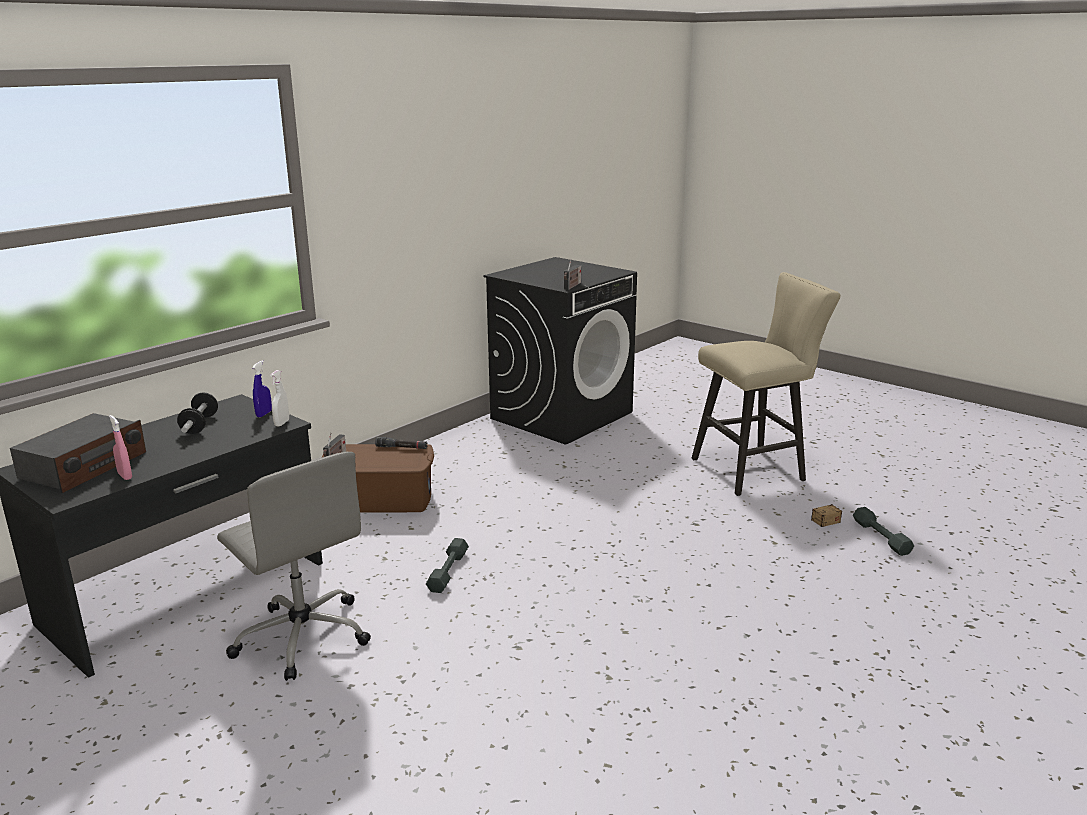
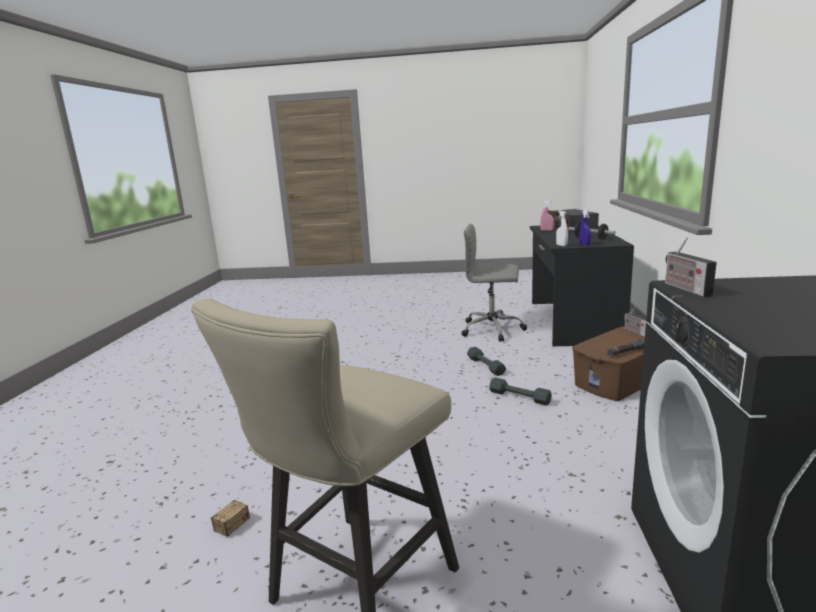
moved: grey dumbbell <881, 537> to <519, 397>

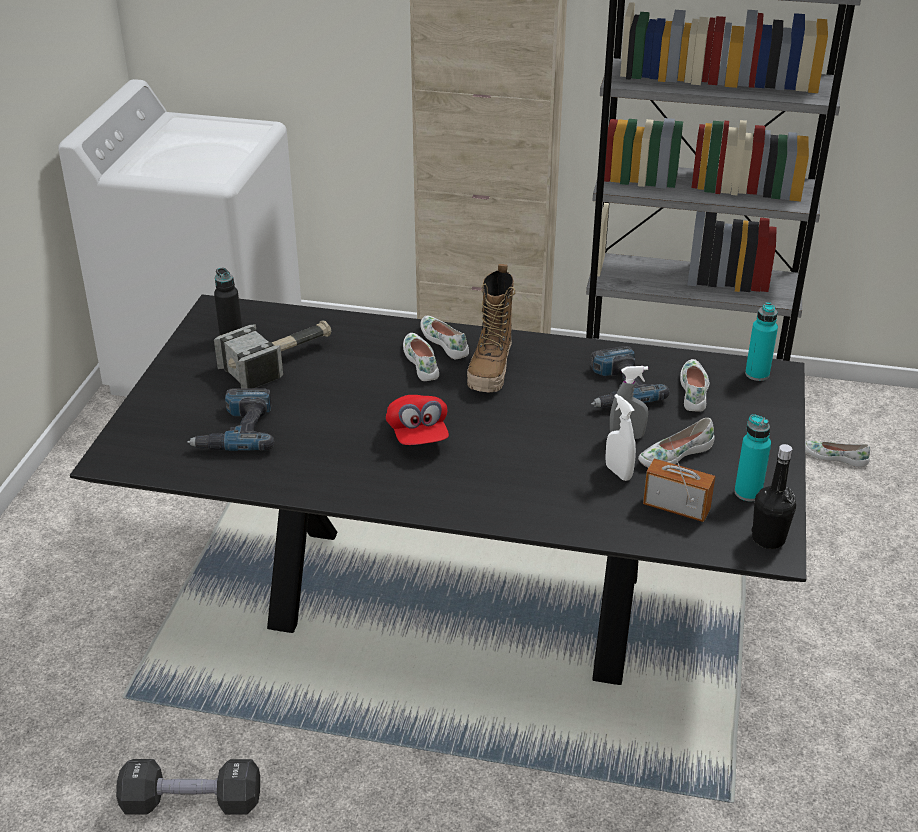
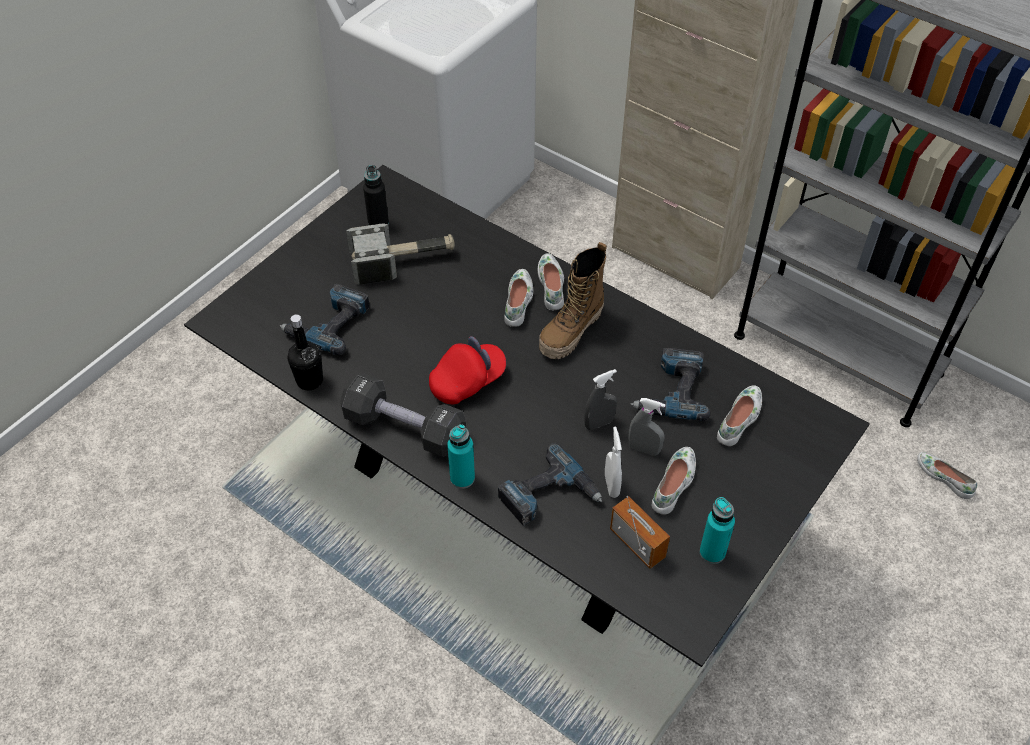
added: power drill <549, 496>; grey spray bottle <599, 423>
moved: black bottle <768, 539> to <309, 380>; black dumbbell <192, 802> to <404, 428>; turquoise bottle <757, 374> to <462, 478>
turned: red cap <418, 435> = <467, 381> 135 degrees counterclockwise; white shoe <674, 454> = <674, 484> 120 degrees clockwise

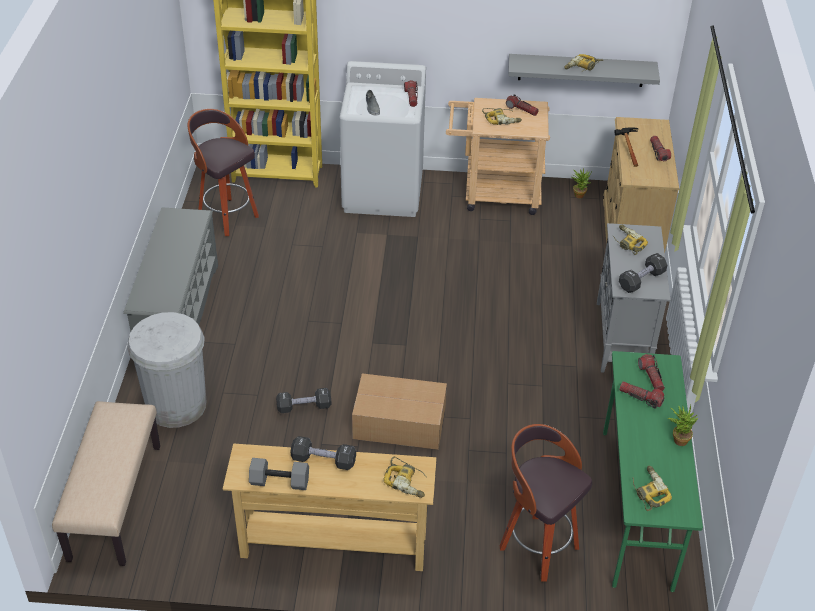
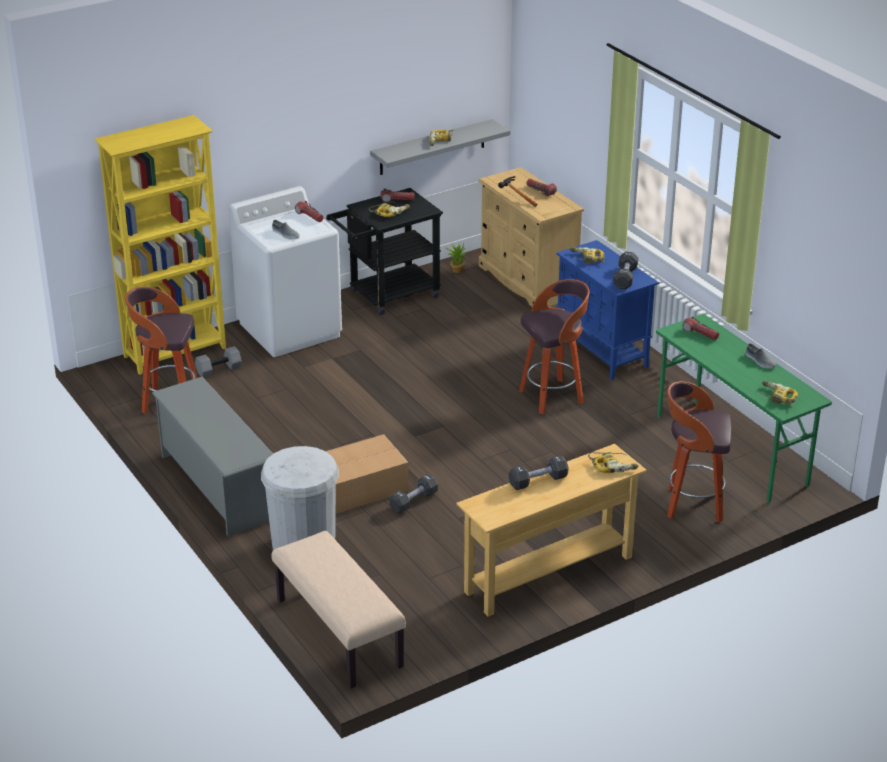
removed: flashlight <640, 398>
added: stool <552, 396>
moved: grey dumbbell <279, 482> to <218, 370>; cardboard box <398, 422> to <357, 488>
replaced: potted plant <678, 439> to grey shoe <760, 361>
recoloured: beige cart <494, 195> to black cart <387, 296>; grey cabinet <622, 339> to blue cabinet <602, 352>

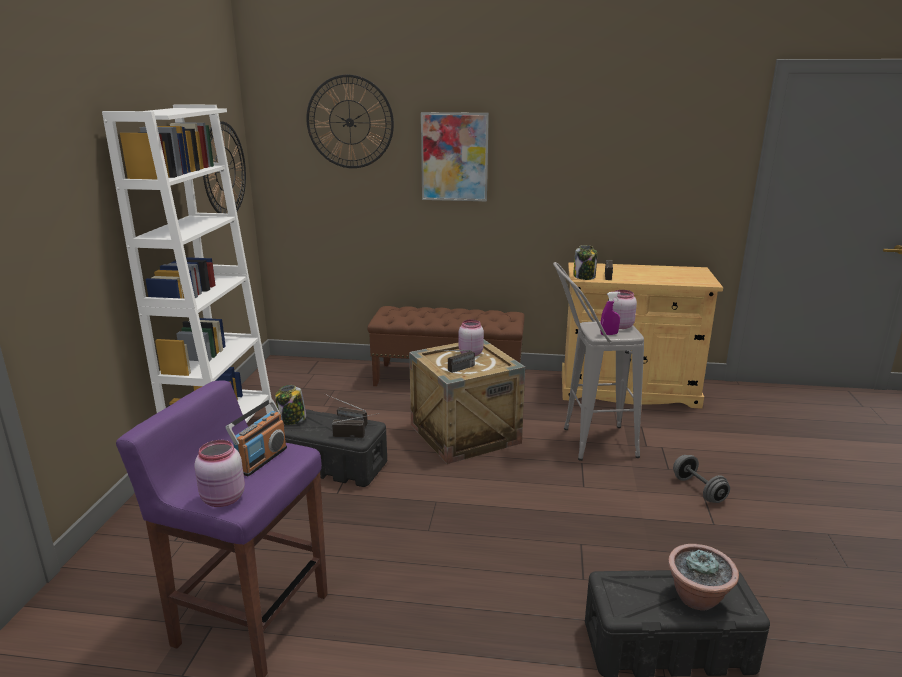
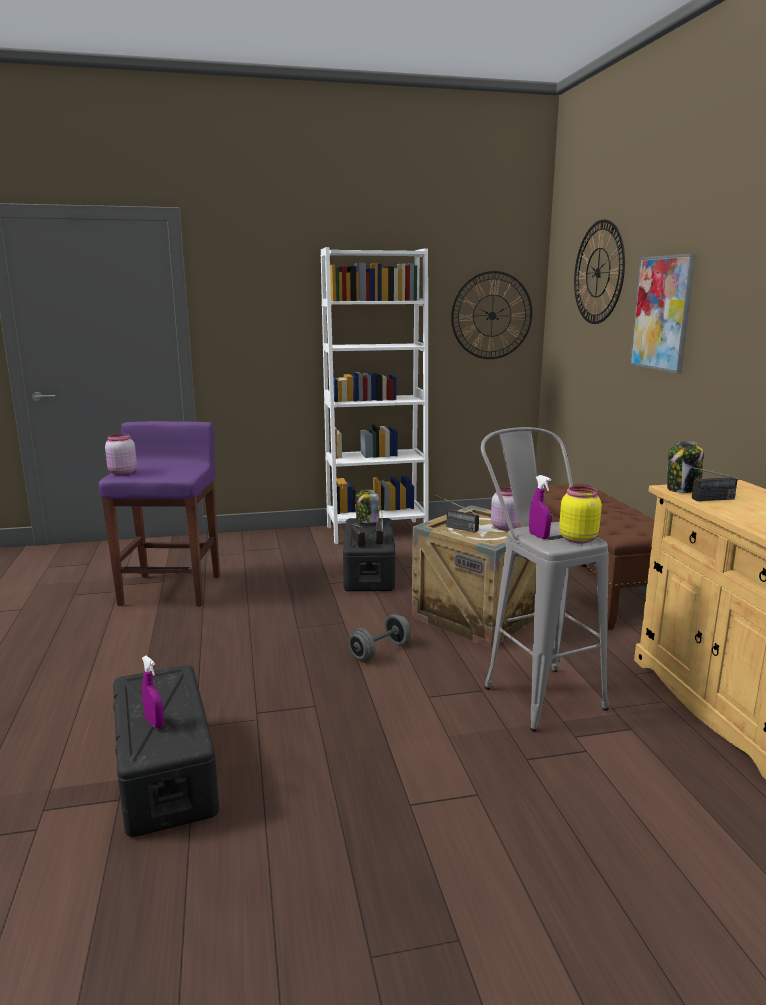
removed: radio <261, 460>
moved: grey dumbbell <698, 490> to <380, 651>
replaced: potted plant <697, 598> to purple spray bottle <154, 722>
recoloured: pink jar <619, 326> to yellow jar <578, 539>

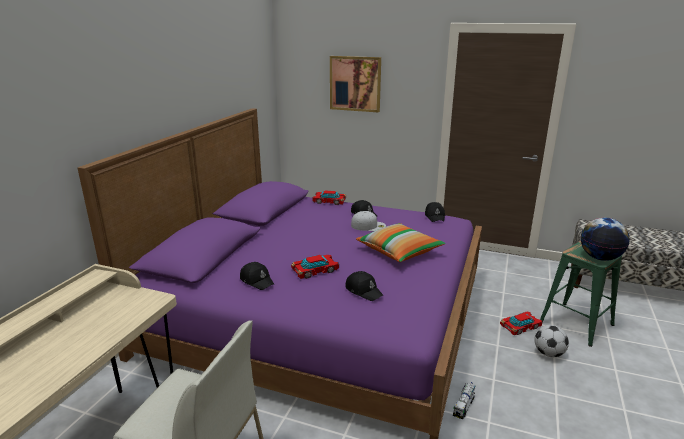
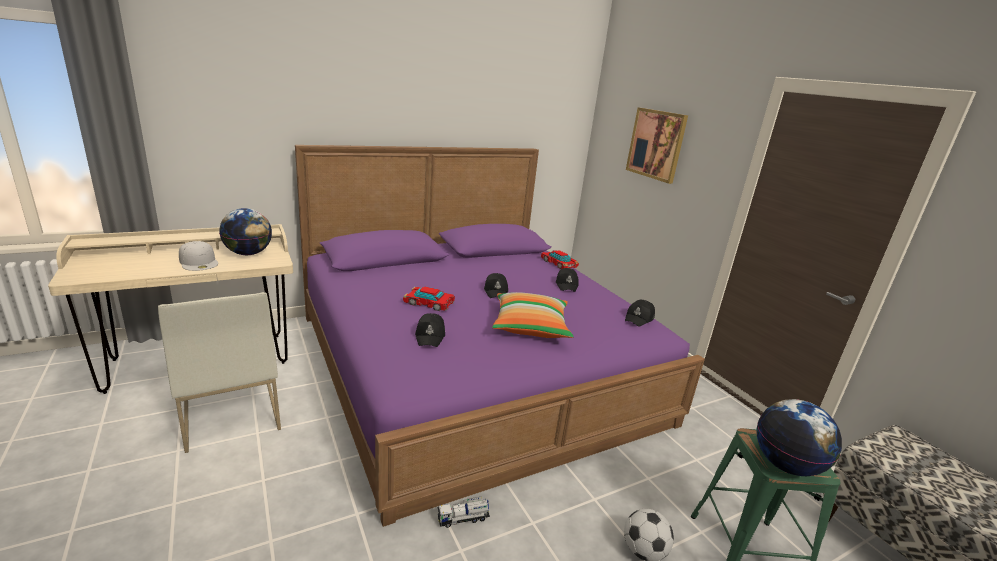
removed: toy car <521, 326>
added: globe <248, 253>
moved: white cap <368, 226> to <199, 262>; black cap <257, 280> to <496, 291>

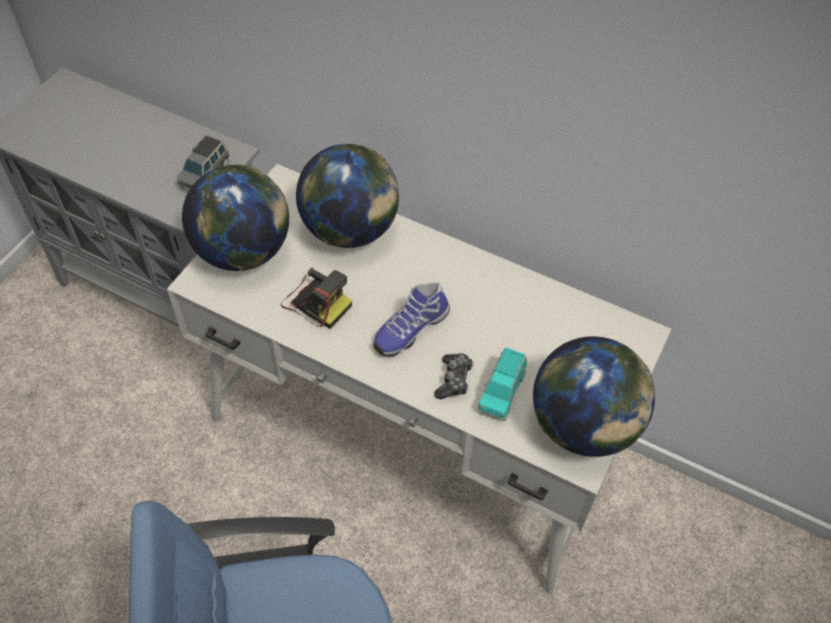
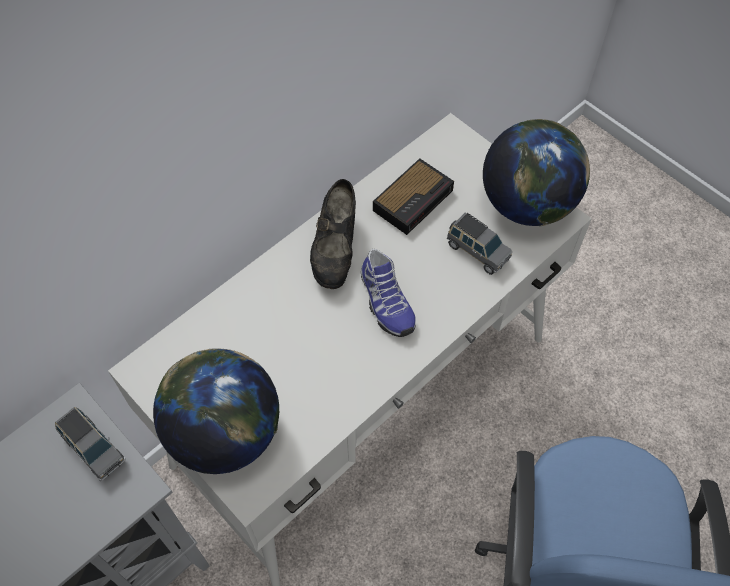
removed: photo camera <316, 301>; globe <350, 230>; game controller <454, 380>
added: black shoe <335, 250>; alarm clock <414, 199>
recoloured: turquoise toy car <501, 391> to grey toy car <477, 251>

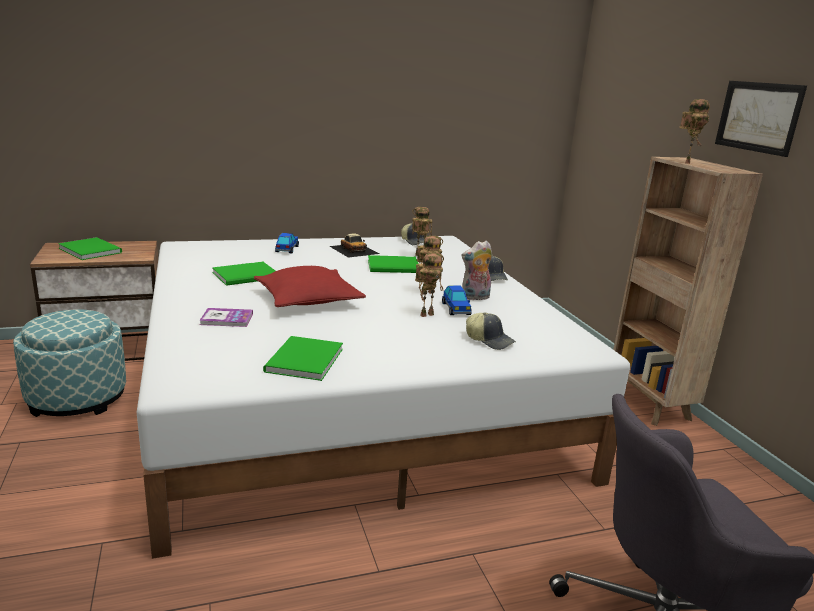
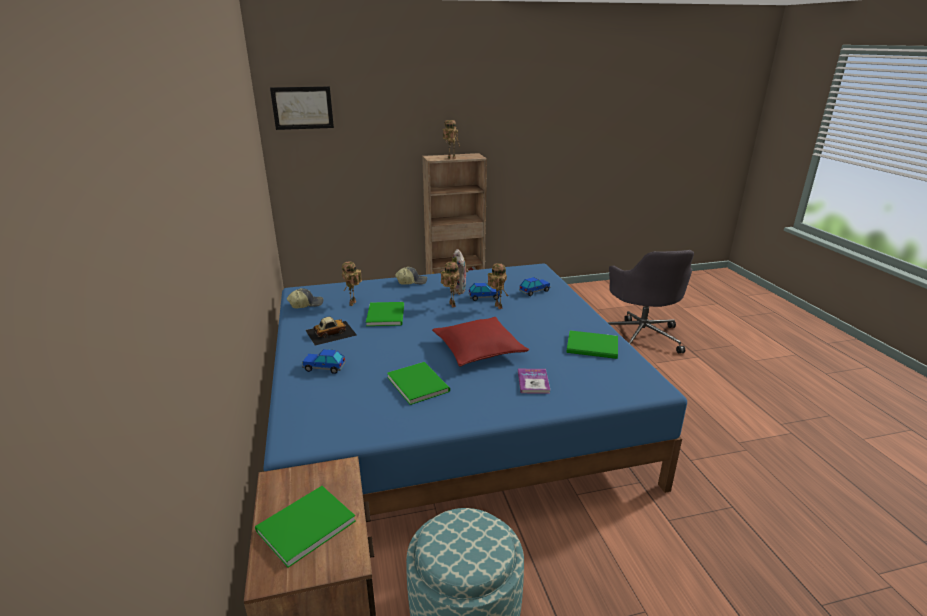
moved: picture <758, 117> to <302, 108>
replaced: cap <490, 340> to toy car <534, 291>
recoloured: white bed <350, 395> to blue bed <449, 414>

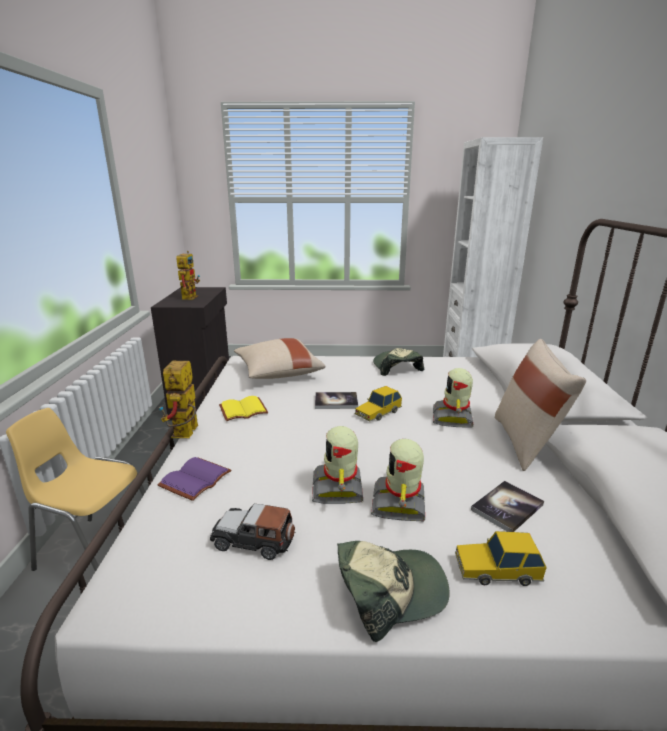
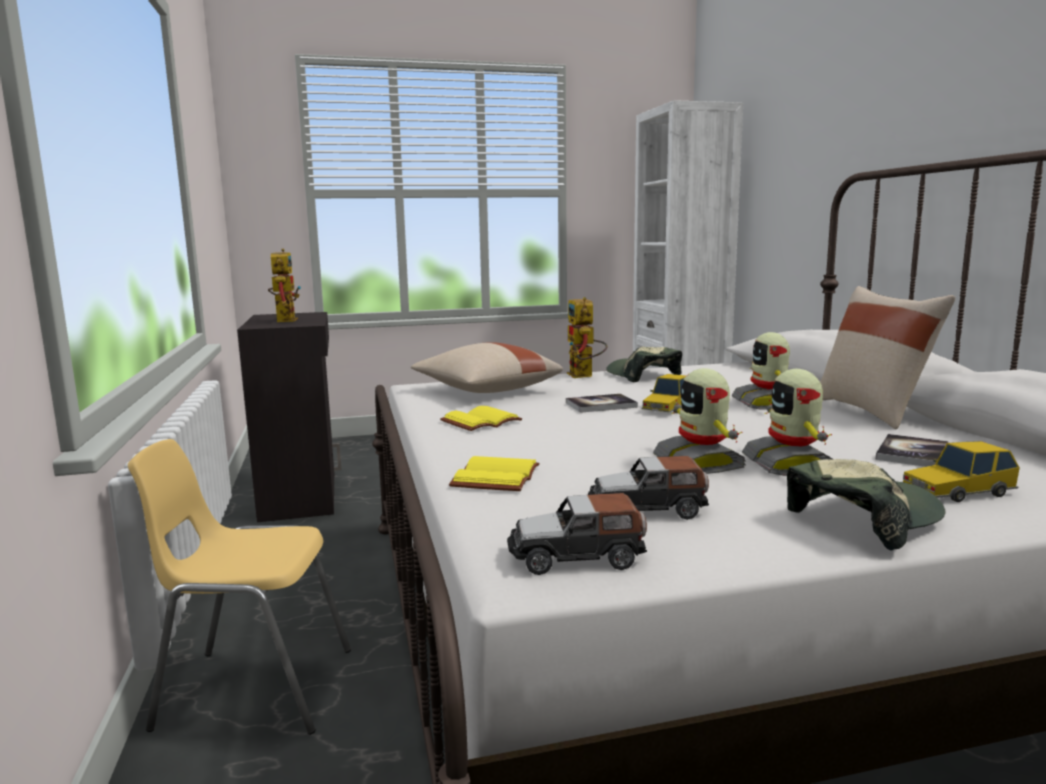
added: toy car <576, 556>
moved: toy robot <186, 435> to <584, 376>
recoloured: purple book <195, 478> to yellow book <494, 477>

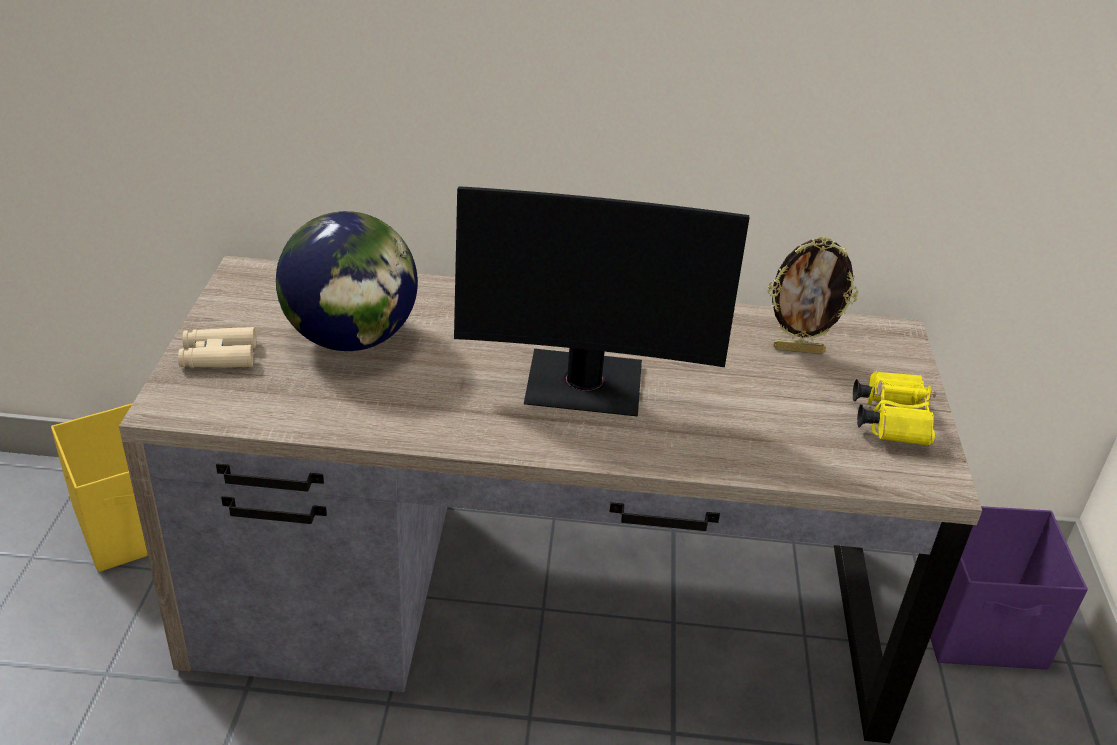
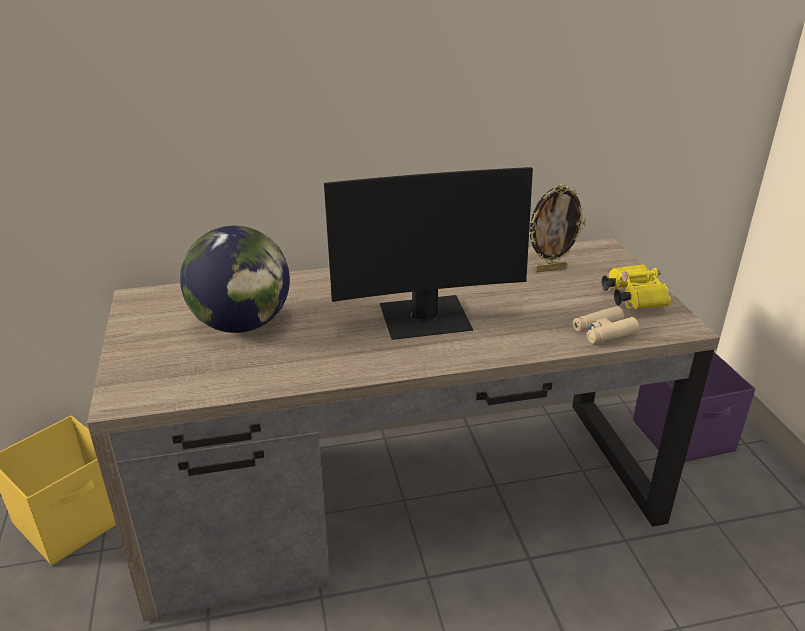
moved: beige binoculars <218, 356> to <604, 332>

